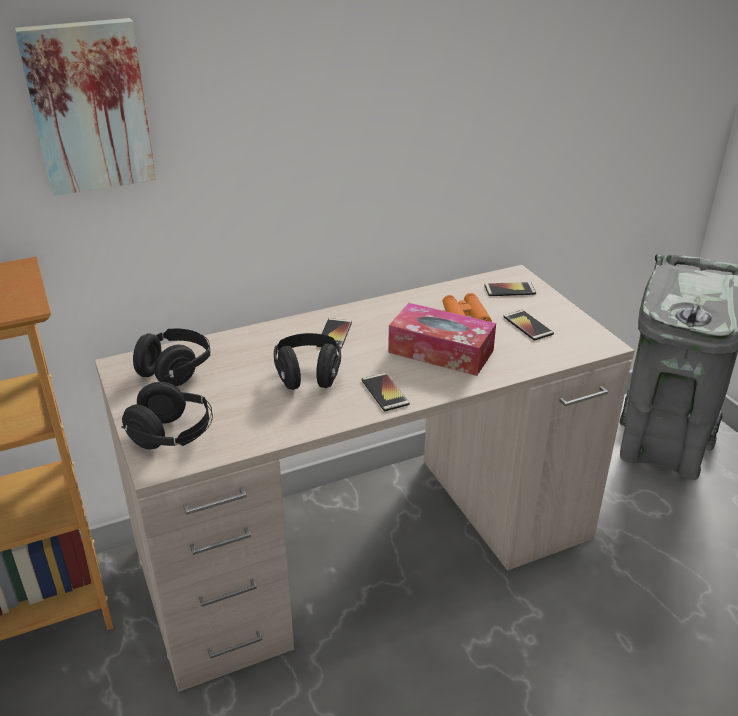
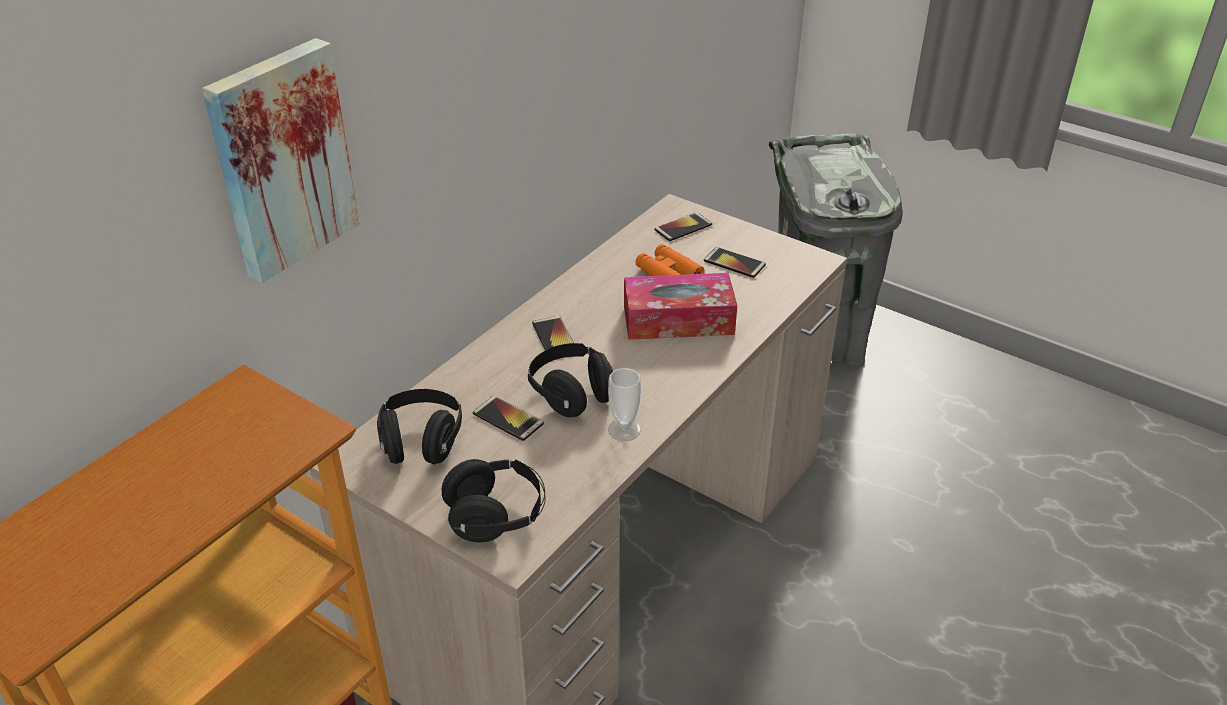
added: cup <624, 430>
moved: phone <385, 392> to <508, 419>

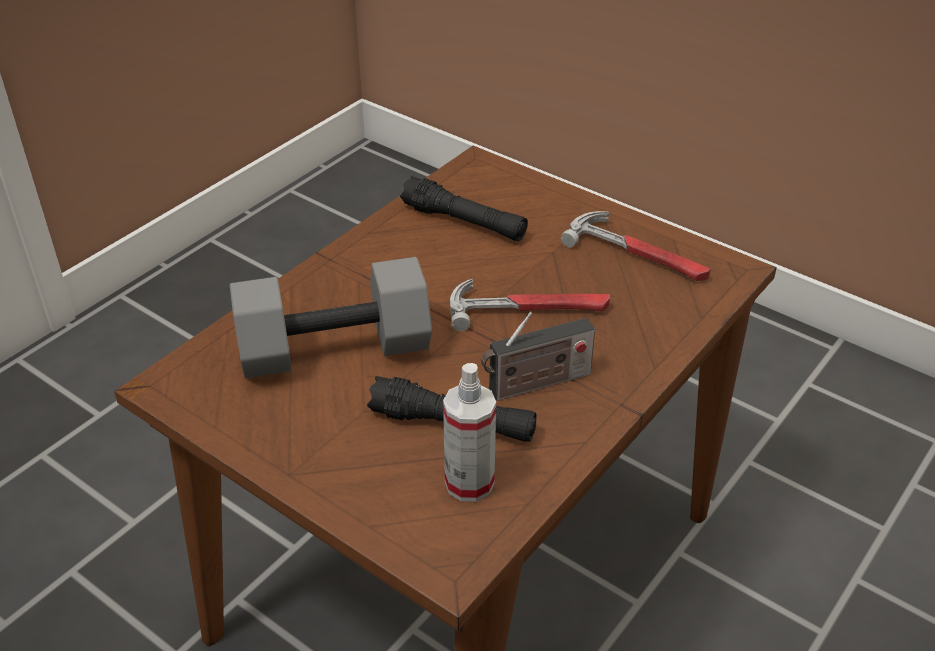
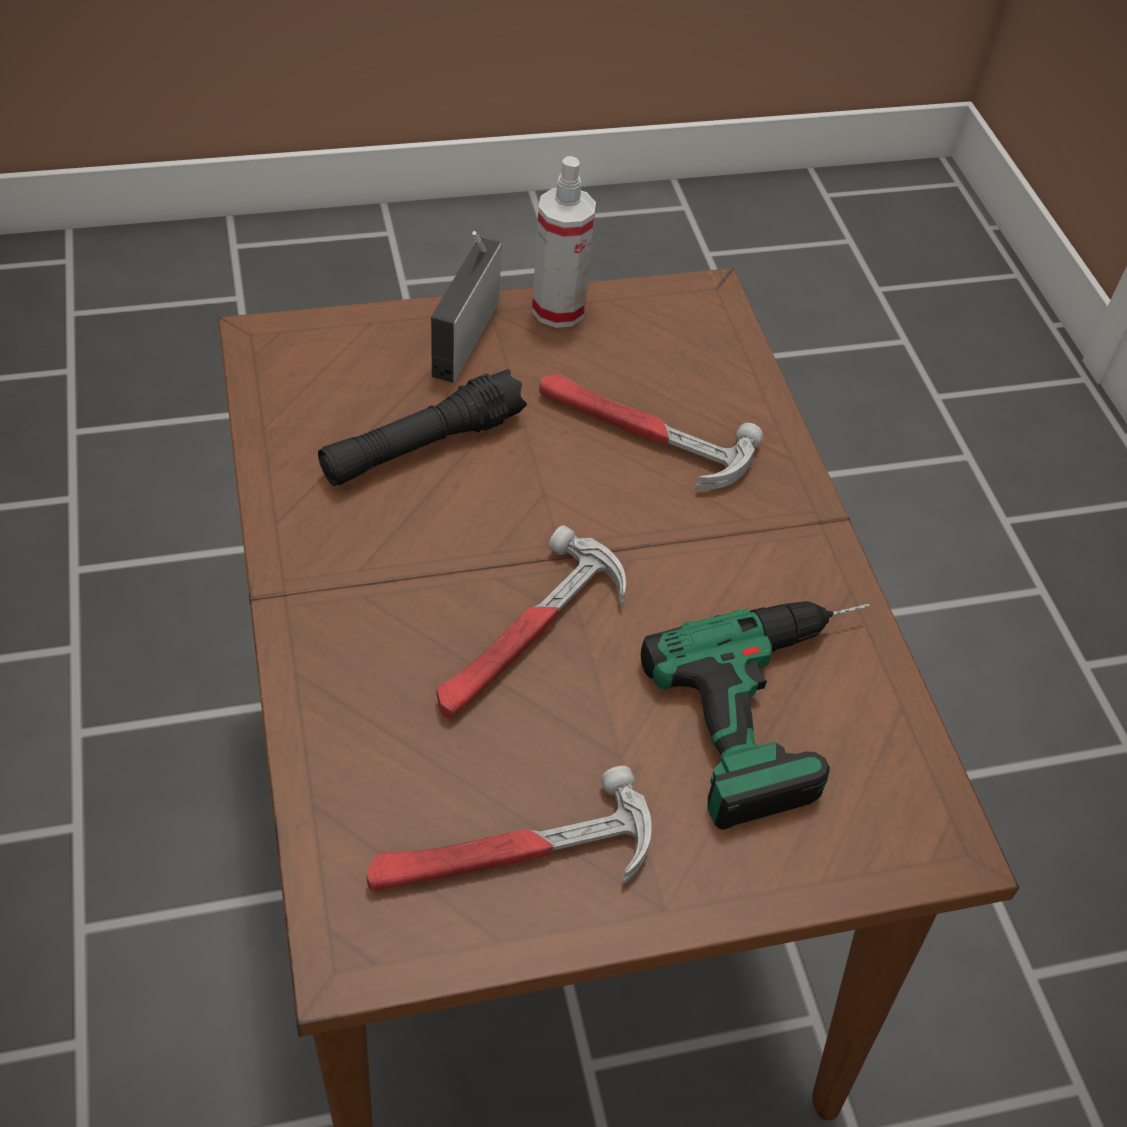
moved: radio <535, 384> to <466, 334>; spray bottle <469, 483> to <558, 309>
replaced: grey dumbbell <336, 346> to hammer <640, 434>; black flashlight <464, 222> to power drill <786, 708>

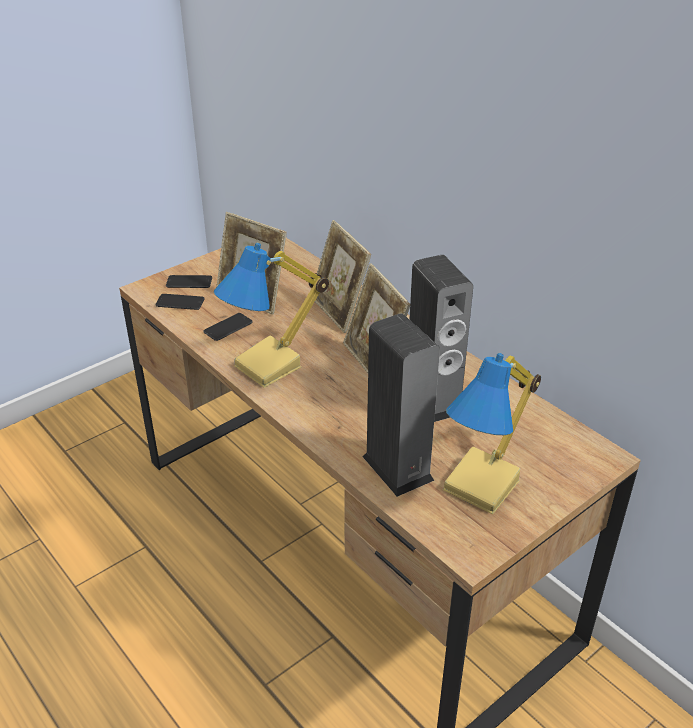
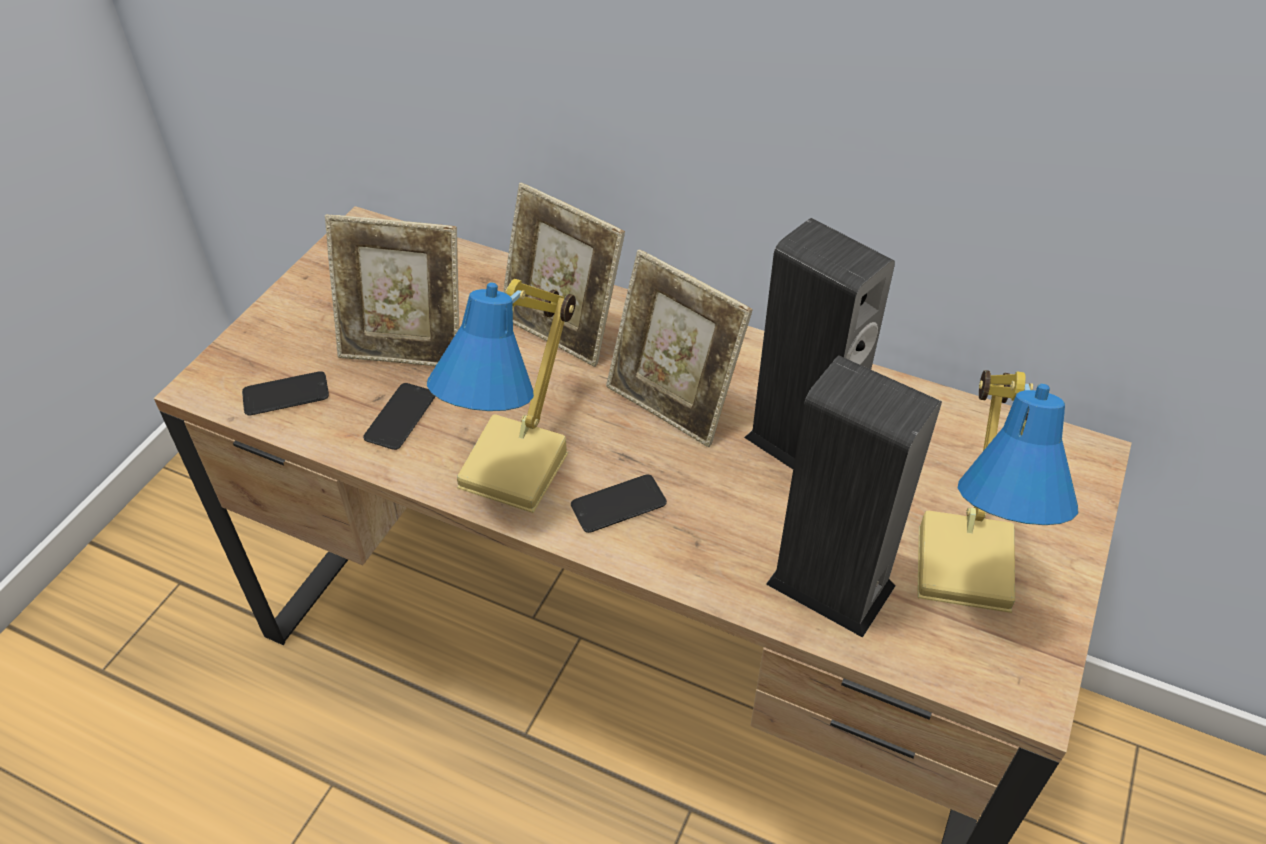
moved: phone <189, 282> to <618, 504>

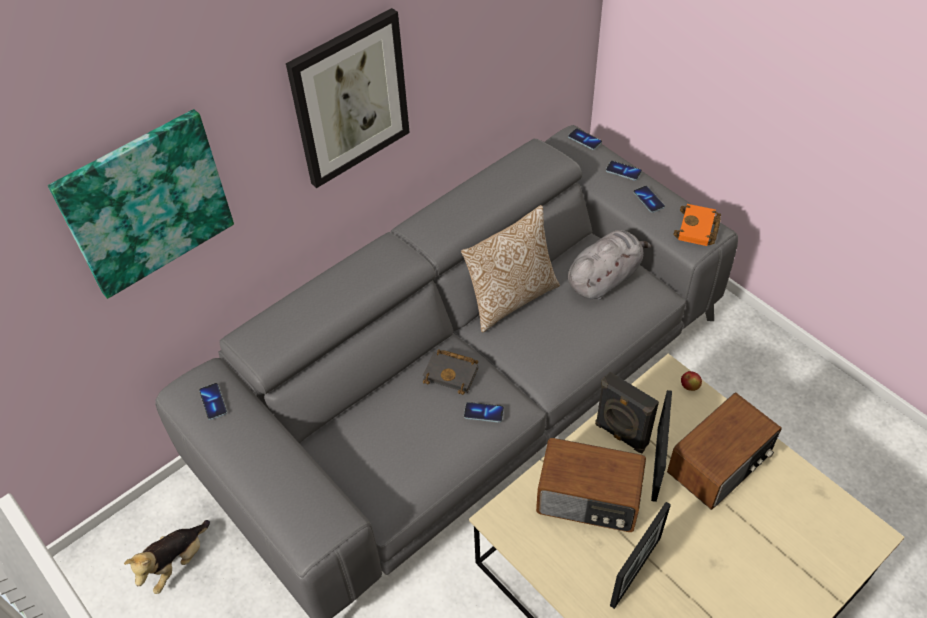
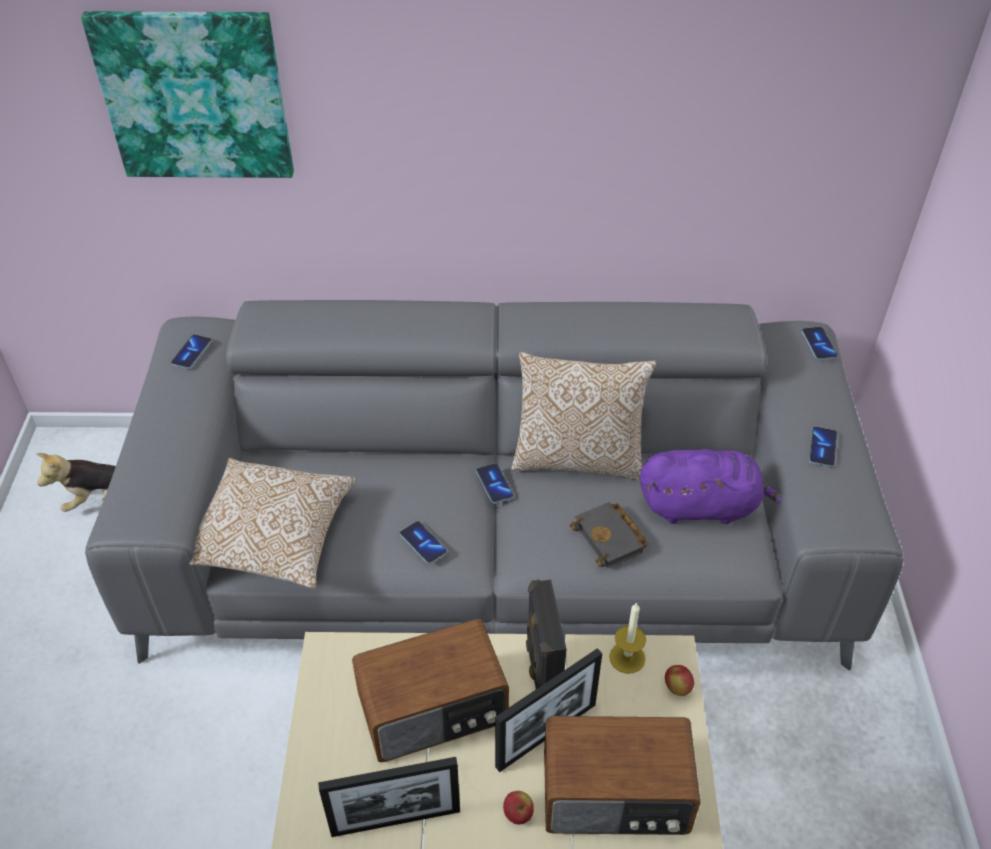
removed: picture <350, 98>; orange book <698, 229>
added: pillow <272, 537>; apple <518, 814>; candle <627, 657>
moved: phone <623, 171> to <494, 484>; black book <453, 373> to <611, 539>
recoloured: grey plush toy <605, 278> to purple plush toy <703, 506>
turned: radio <589, 499> = <434, 710> 75 degrees counterclockwise

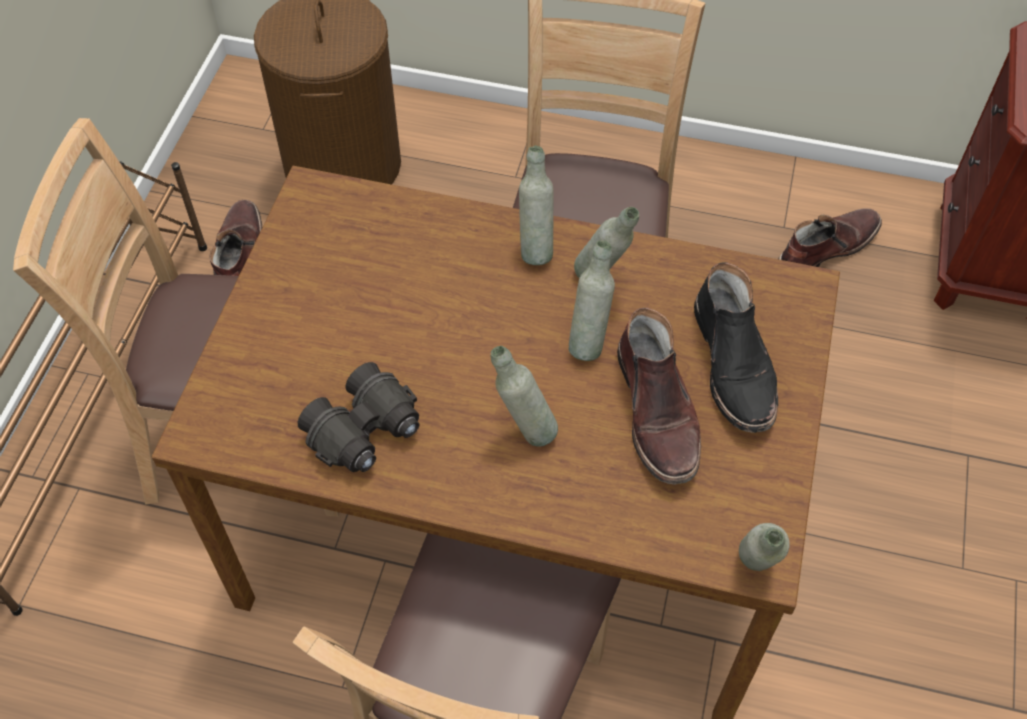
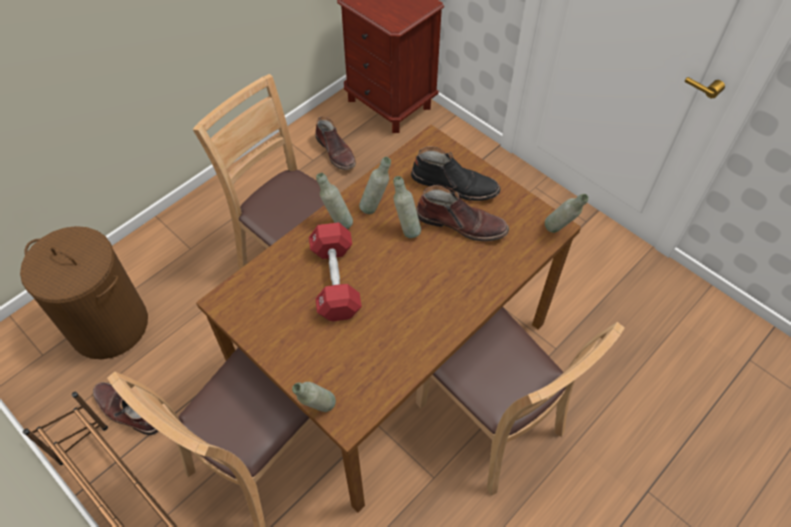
removed: black binoculars <366, 431>
added: red dumbbell <335, 281>
moved: grey bottle <524, 431> to <318, 410>
turned: brown boot <826, 247> = <336, 152> 150 degrees clockwise

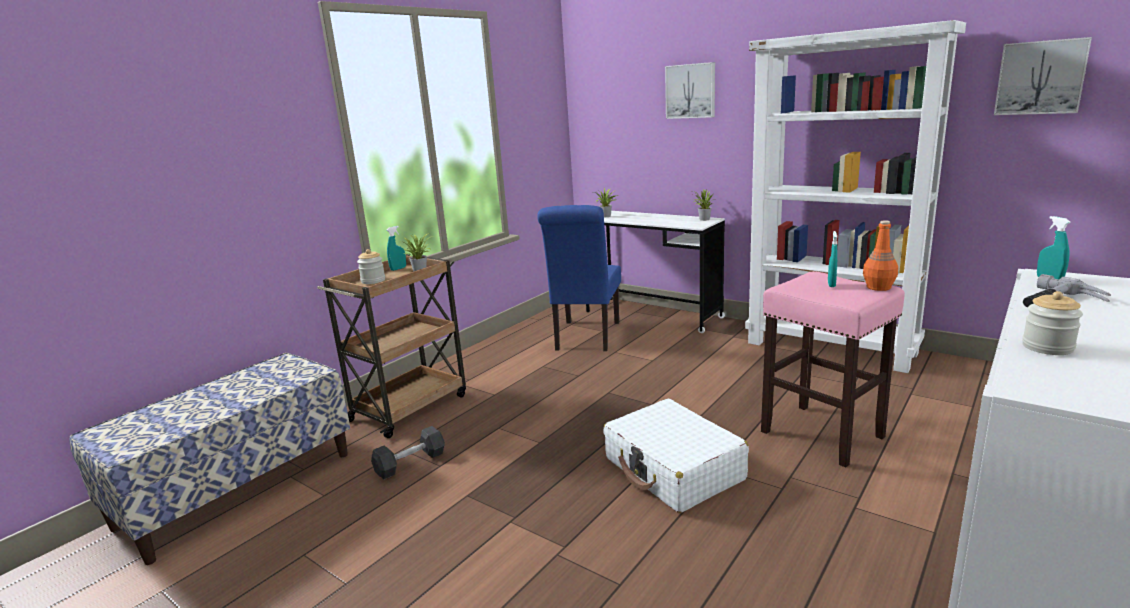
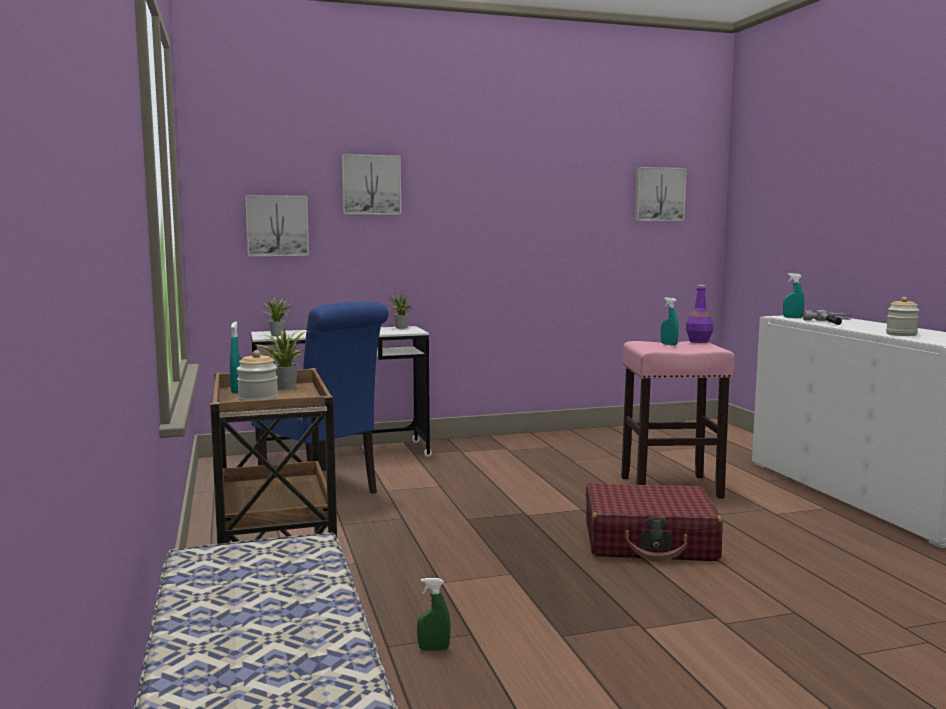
removed: white bookcase <831, 348>
added: picture <277, 225>
replaced: grey dumbbell <410, 463> to green spray bottle <433, 649>
recoloured: white suitcase <673, 469> to red suitcase <649, 541>; orange bottle <878, 287> to purple bottle <698, 341>

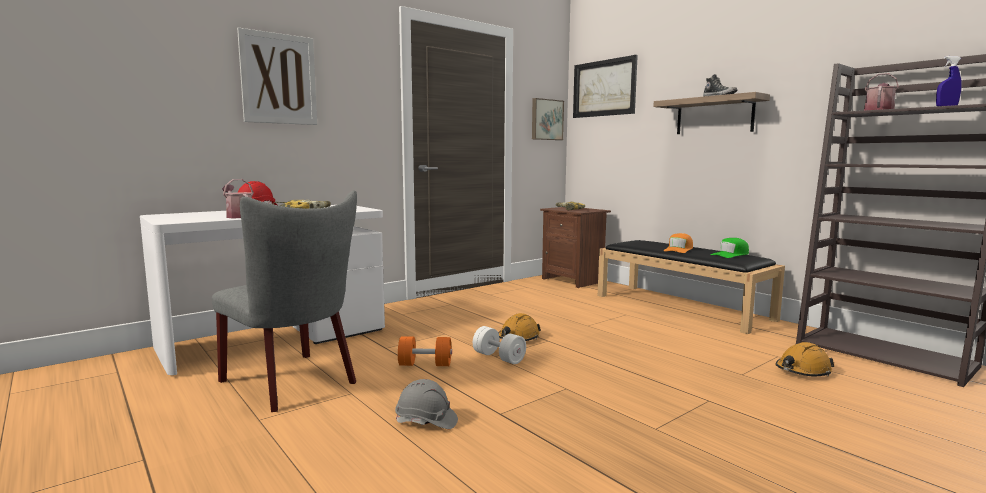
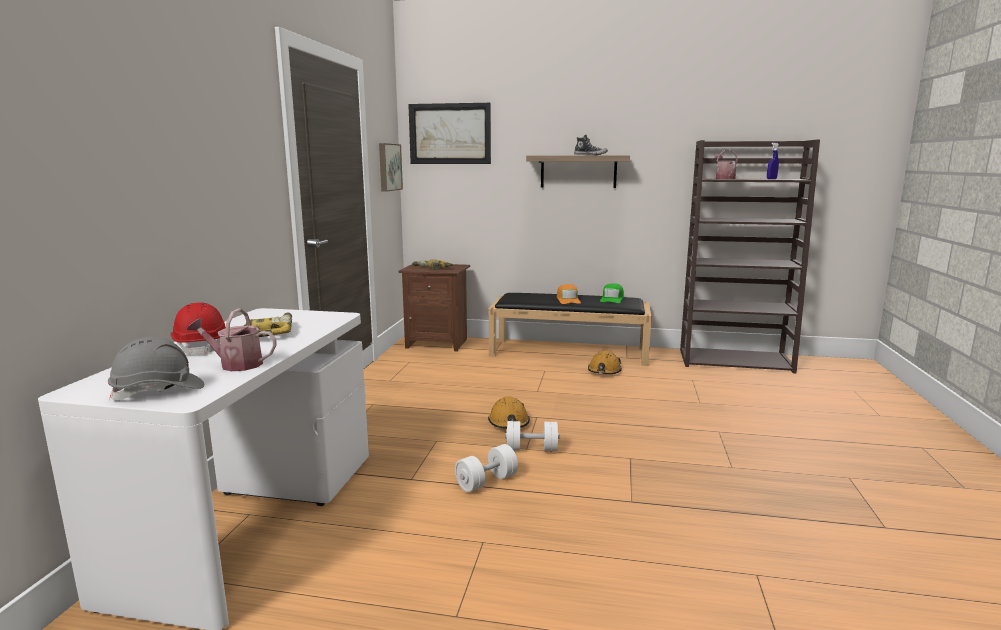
removed: grey chair <294, 383>; picture <278, 79>
moved: grey hard hat <426, 421> to <159, 391>; orange hard hat <802, 371> to <604, 371>
recoloured: orange dumbbell <425, 364> to white dumbbell <486, 482>

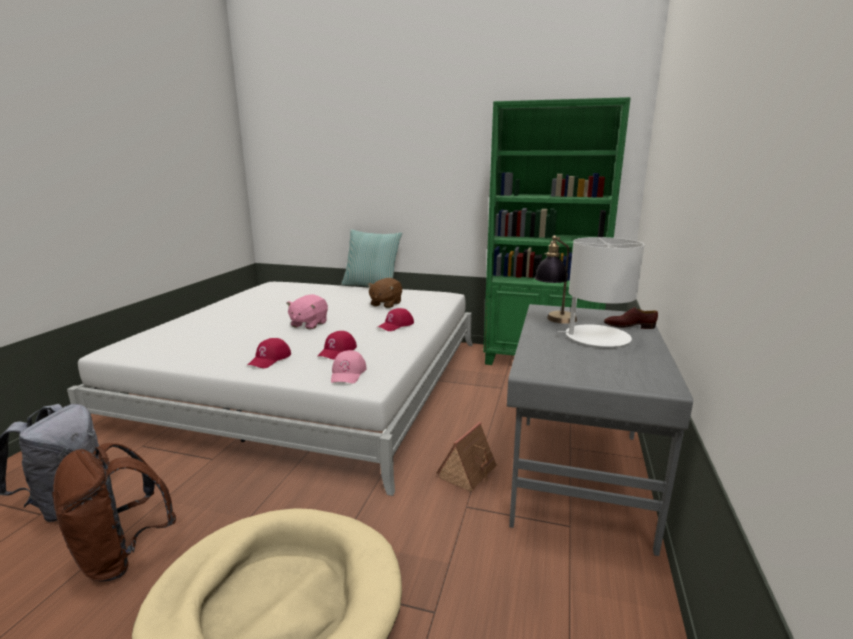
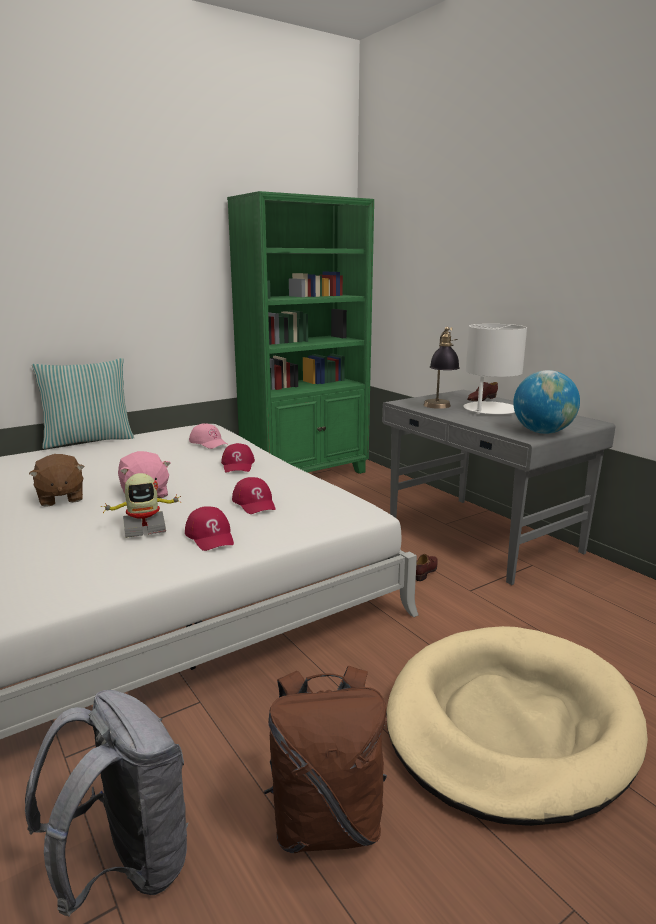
added: toy robot <144, 528>; globe <542, 432>
moved: brown plush toy <385, 304> to <60, 498>; pink cap <348, 373> to <209, 442>
replaced: toy house <468, 472> to brown shoe <426, 571>

